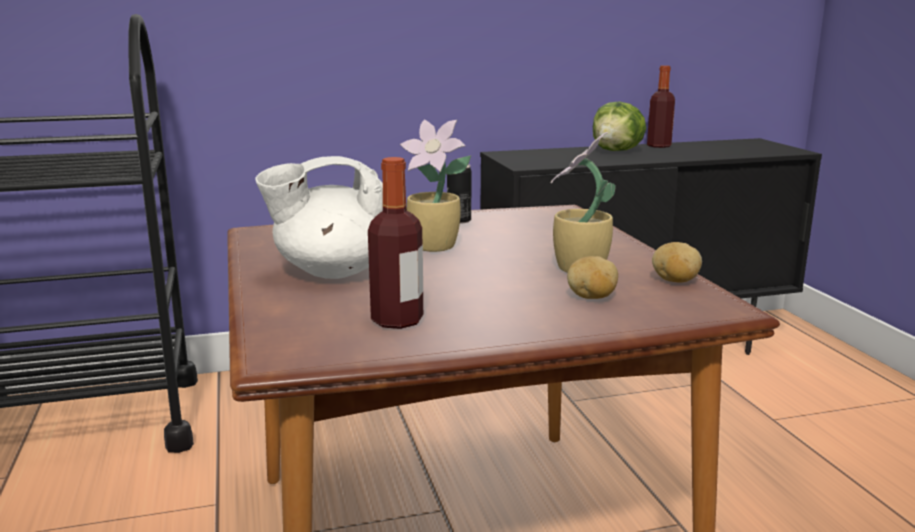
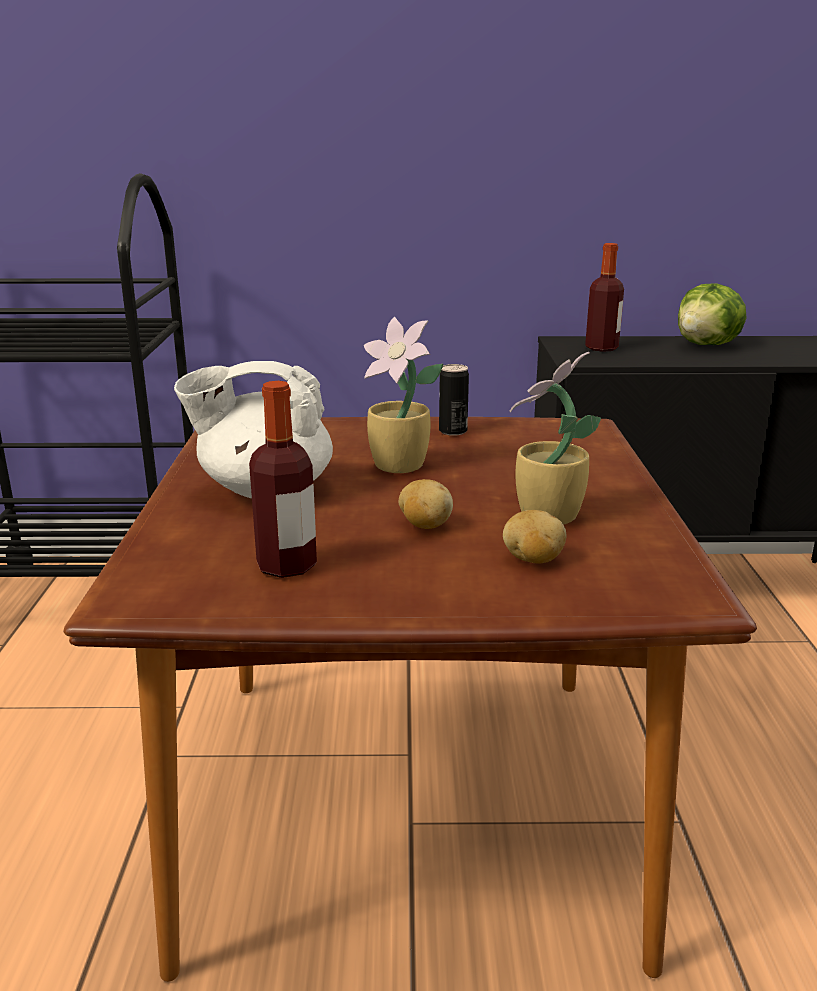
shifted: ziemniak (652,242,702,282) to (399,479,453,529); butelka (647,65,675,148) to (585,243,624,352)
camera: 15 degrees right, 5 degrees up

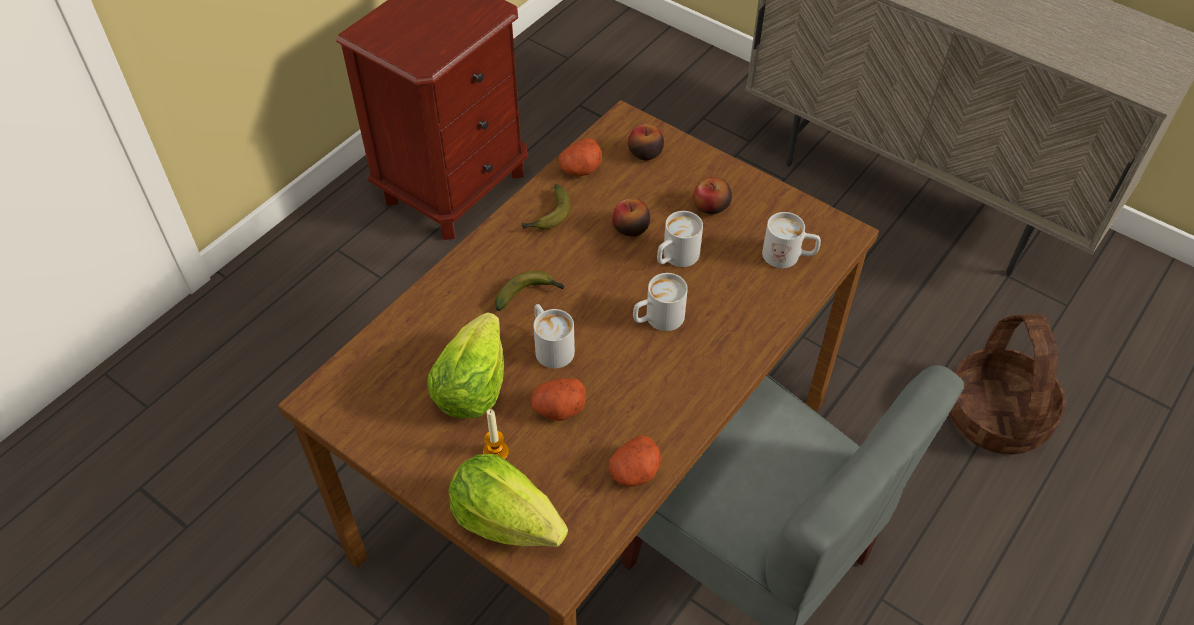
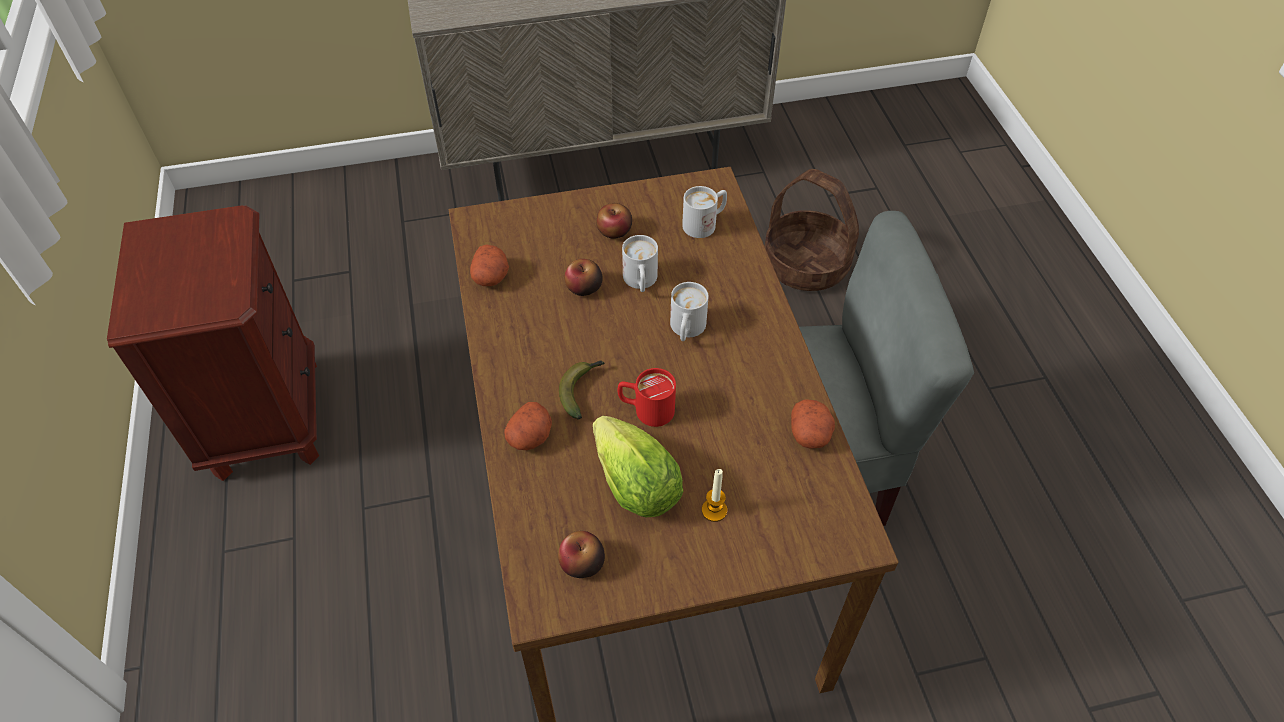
gone: sałata (449,454,568,547); banan (522,184,570,229)
shifted: ziemniak (531,378,586,421) to (504,402,552,450); jabłko (628,124,664,160) to (558,531,605,578)
repainted: kubek [biały] (533,304,575,368) to kubek [czerwony] (618,368,676,427)
camera: 50 degrees left, 0 degrees up

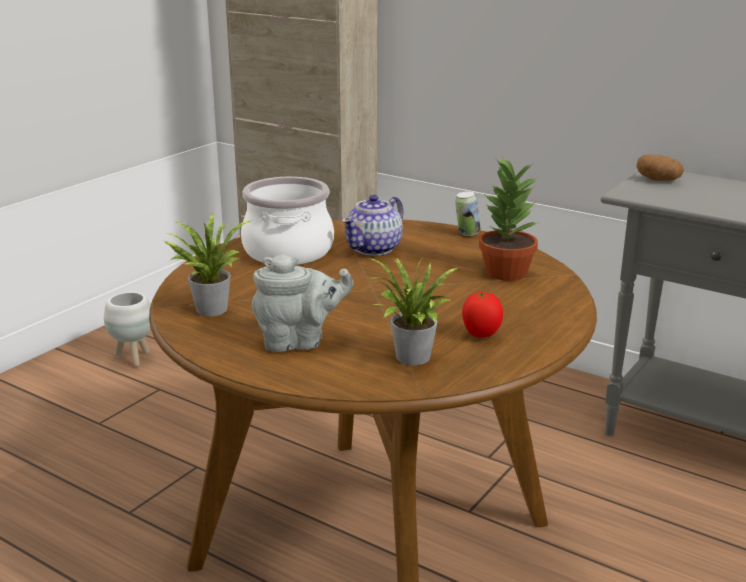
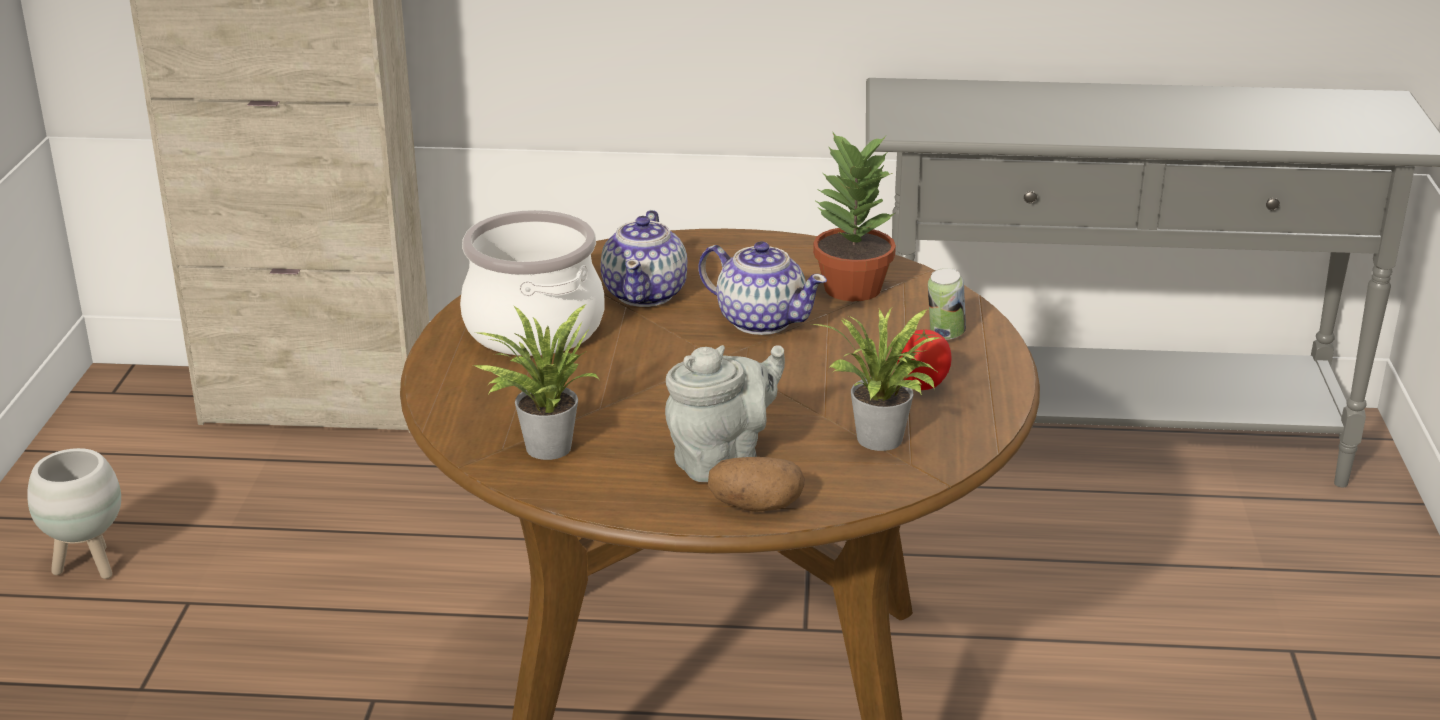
new: imbryk (699,242,827,335)
shifted: ziemniak (636,155,684,181) to (708,457,805,512); puszka (455,191,480,236) to (928,268,966,340)
camera: 30 degrees left, 5 degrees up

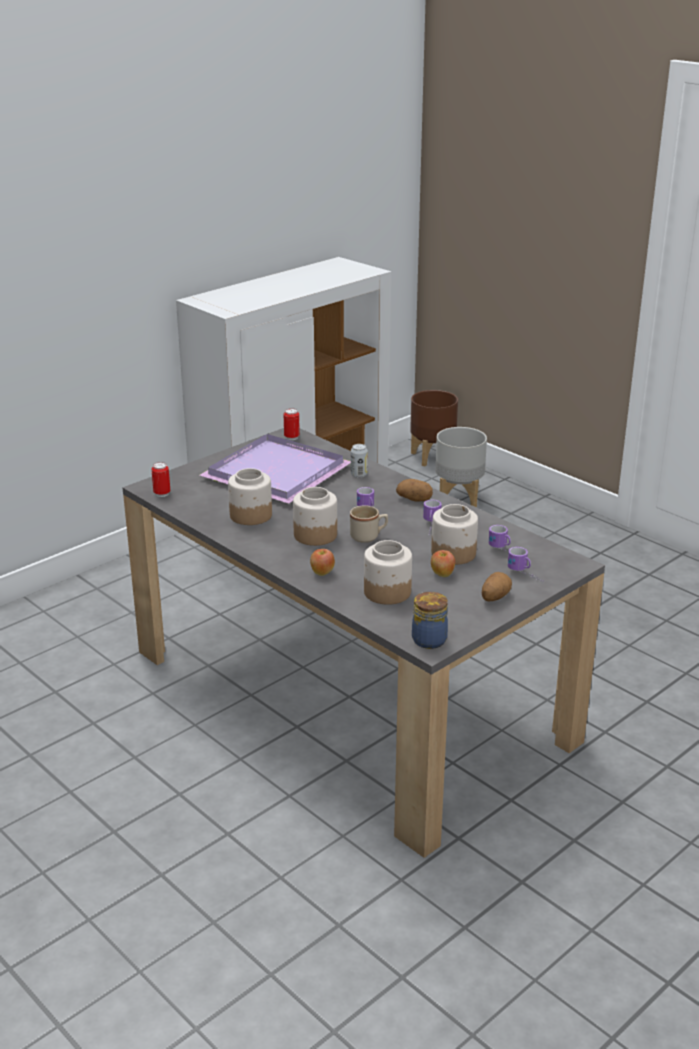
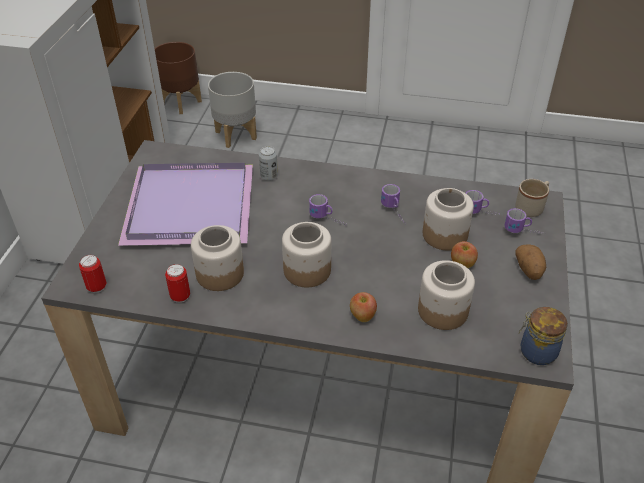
gone: ziemniak (396,479,433,501)
shifted: puszka (284,408,300,440) to (165,264,190,303); kubek [beżowy] (350,505,388,543) to (515,179,549,217)
camera: 35 degrees left, 15 degrees up

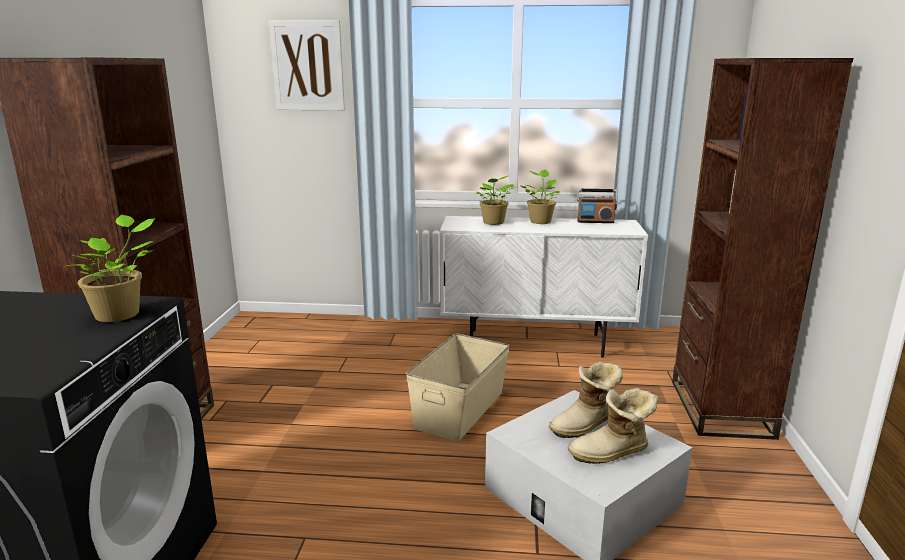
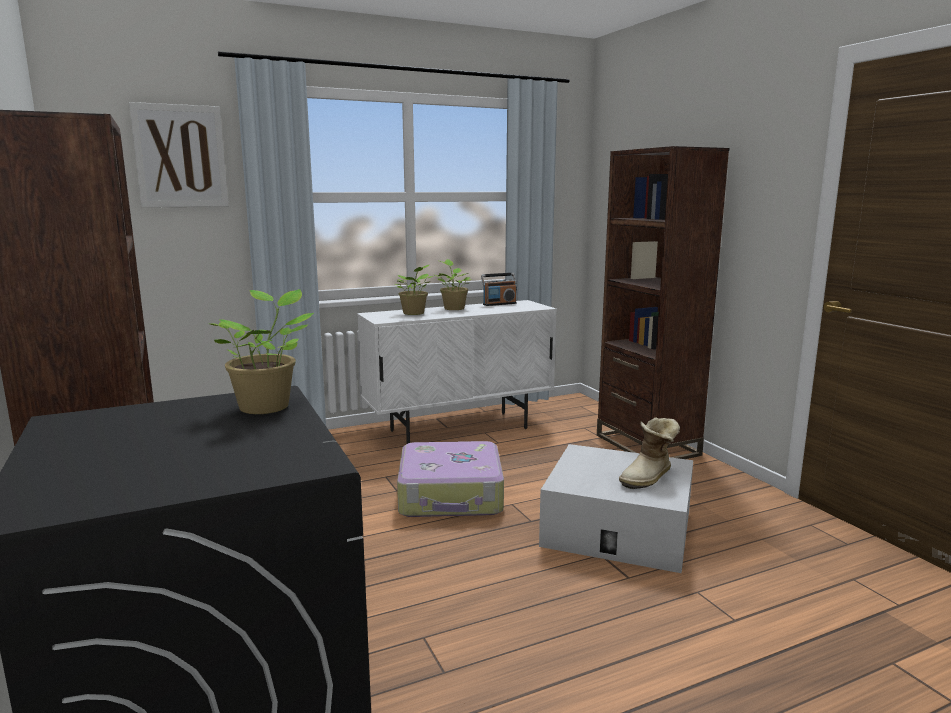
gone: but z cholewką (549,361,623,438)
swapped: pojemnik do przechowywania [beżowy] (406,333,510,442) to walizka (397,441,504,517)
camera: 30 degrees left, 5 degrees down

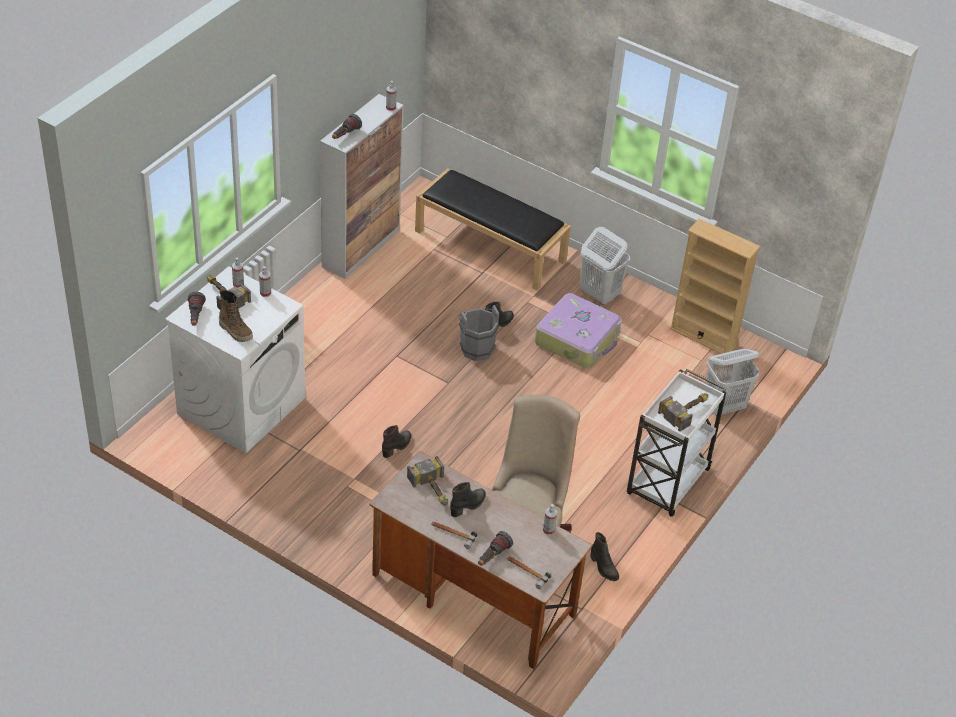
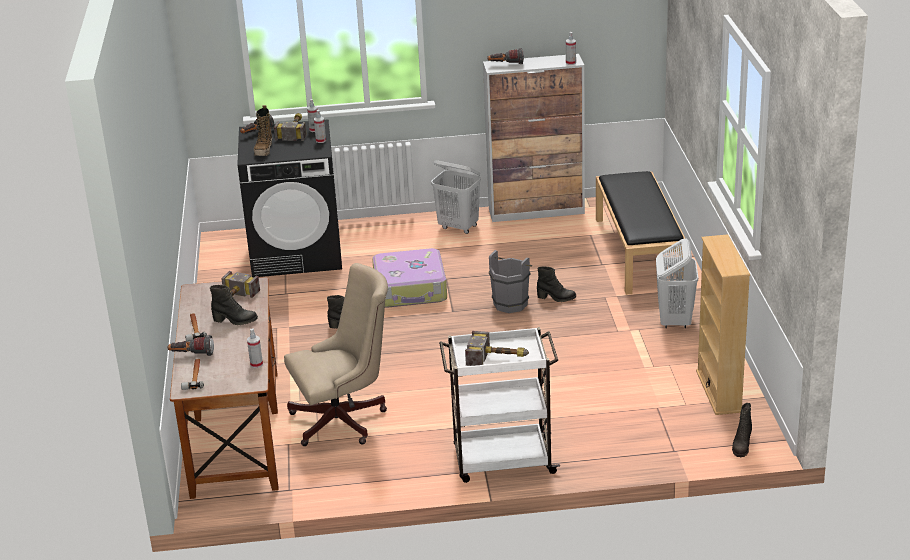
shifted: walizka (535,293,621,368) to (372,248,447,308); kosz na pranie [biały] (706,349,760,416) to (431,160,481,234); but z cholewką [czarny] (590,532,619,581) to (732,403,752,457)
repainted: pralka [biały] (165,266,306,453) to pralka [czarny] (237,119,342,277)
camera: 55 degrees right, 15 degrees down

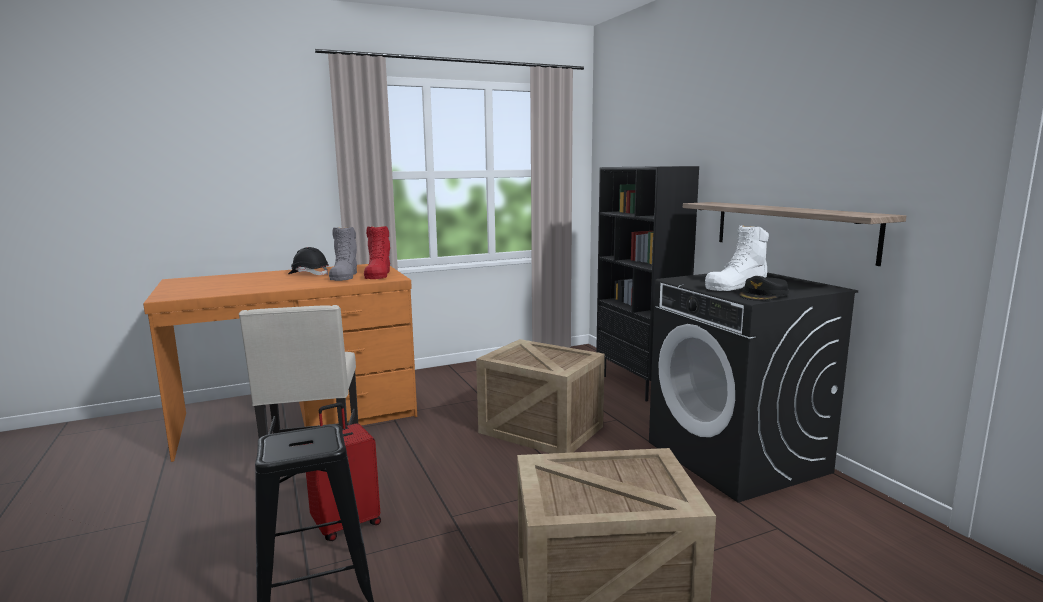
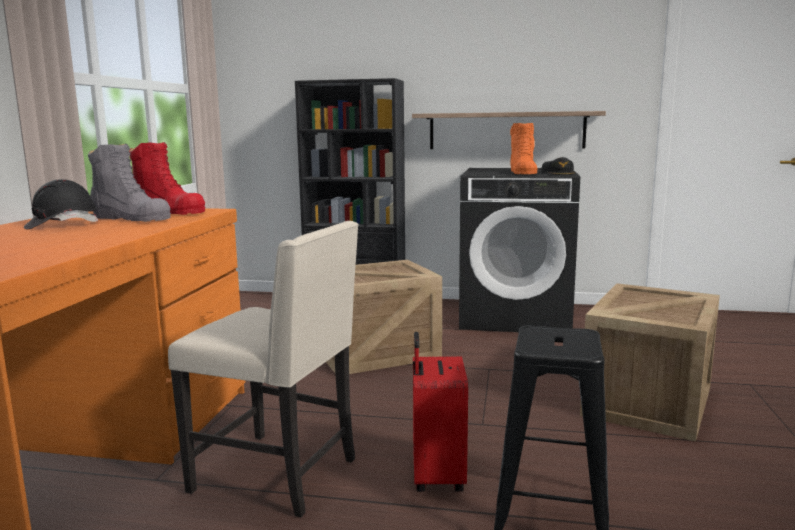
repainted: but z cholewką [biały] (705,225,769,291) to but z cholewką [pomarańczowy] (510,123,538,174)
camera: 55 degrees left, 0 degrees up

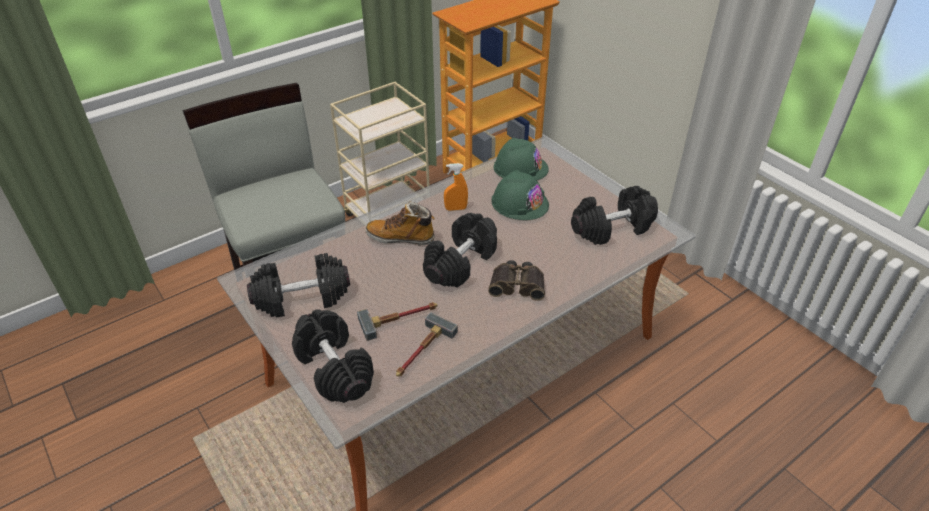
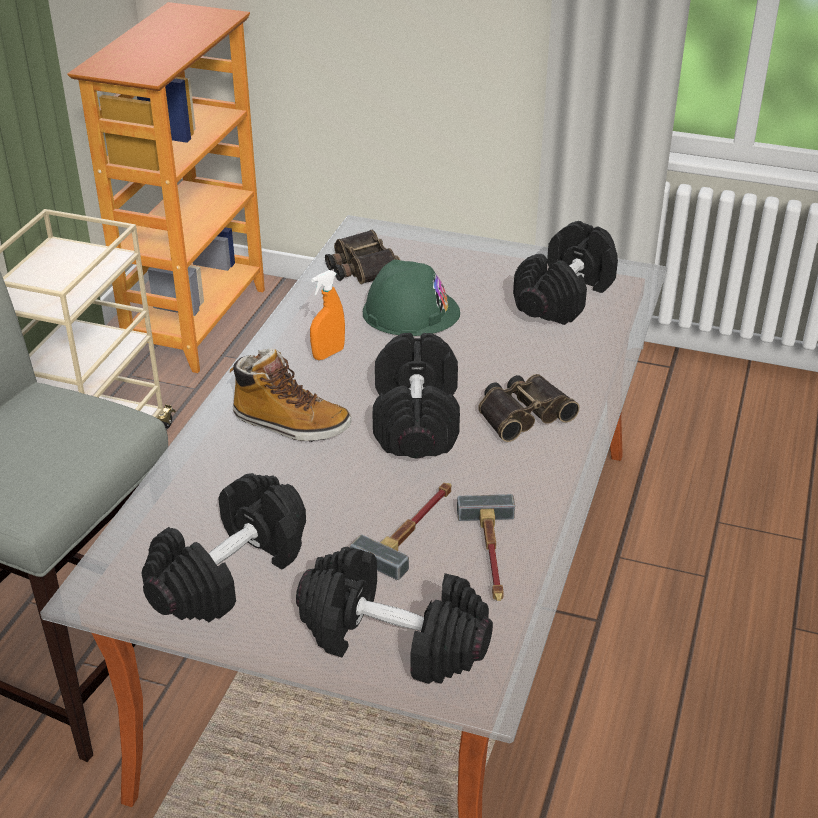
swapped: kask [zielony] (493,138,549,180) to lornetka (325,230,400,284)
rotated: but z cholewką (365,201,435,245) = (230,348,351,442) 135 degrees counterclockwise
camera: 35 degrees left, 5 degrees down

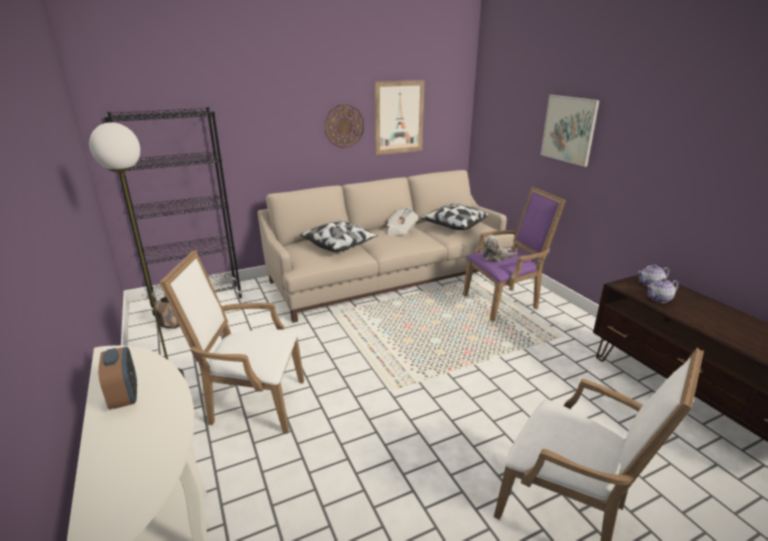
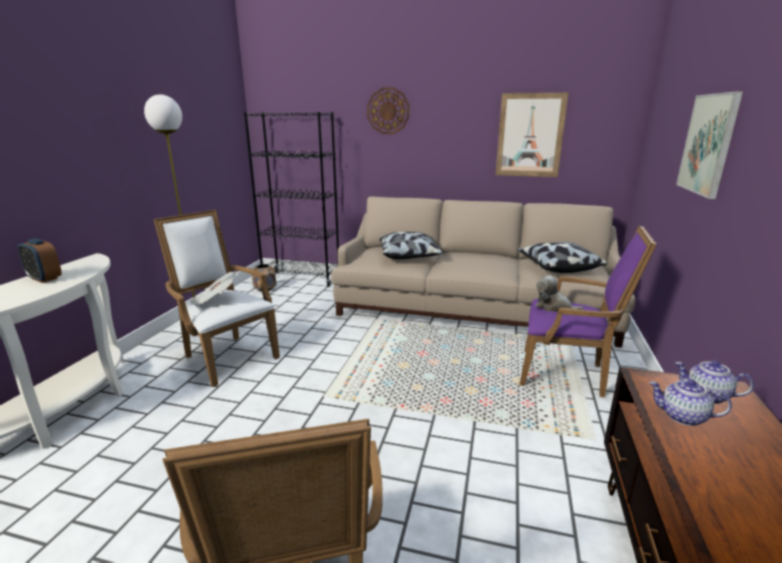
shifted: gazeta (387,208,418,235) to (190,271,238,307); zegar ścienny (324,104,364,148) to (367,87,409,134)
rotated: budzik (98,347,137,409) = (18,238,62,283) 105 degrees clockwise
camera: 40 degrees right, 5 degrees down

